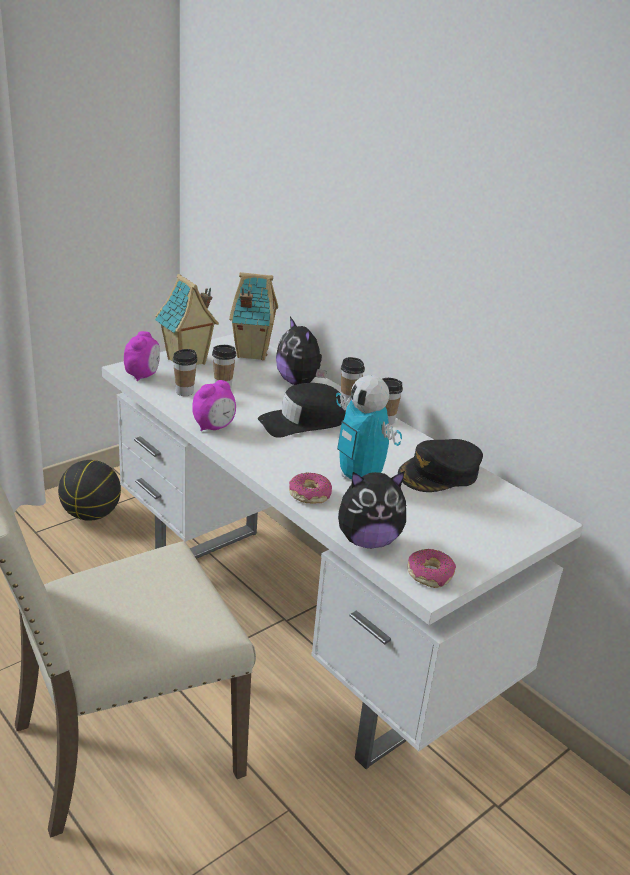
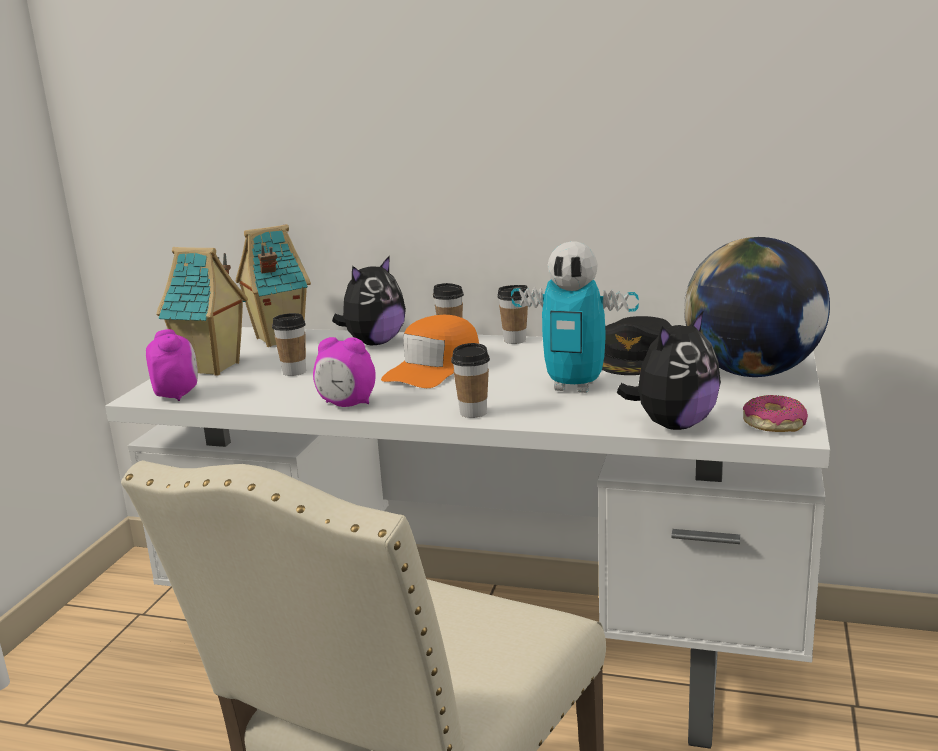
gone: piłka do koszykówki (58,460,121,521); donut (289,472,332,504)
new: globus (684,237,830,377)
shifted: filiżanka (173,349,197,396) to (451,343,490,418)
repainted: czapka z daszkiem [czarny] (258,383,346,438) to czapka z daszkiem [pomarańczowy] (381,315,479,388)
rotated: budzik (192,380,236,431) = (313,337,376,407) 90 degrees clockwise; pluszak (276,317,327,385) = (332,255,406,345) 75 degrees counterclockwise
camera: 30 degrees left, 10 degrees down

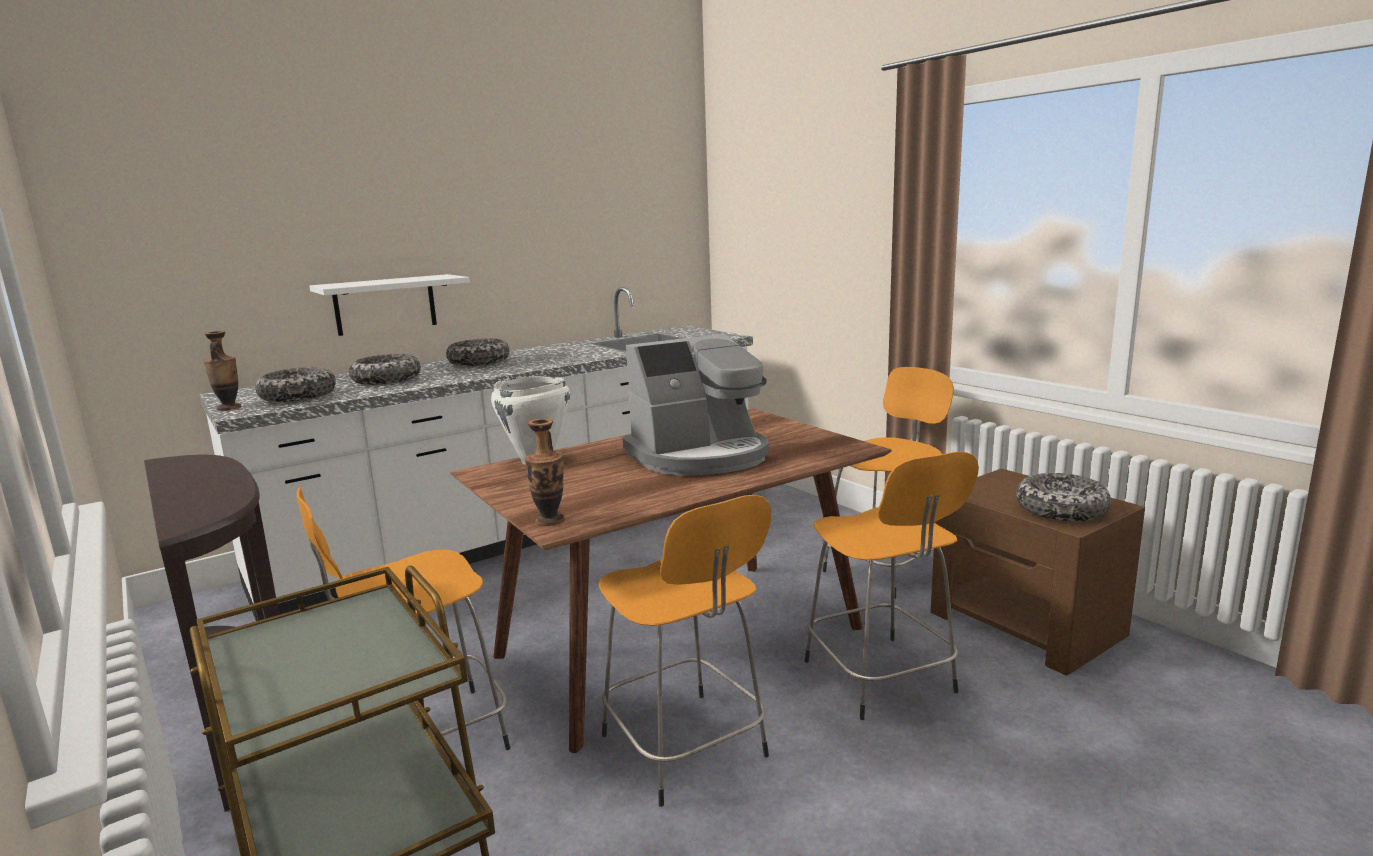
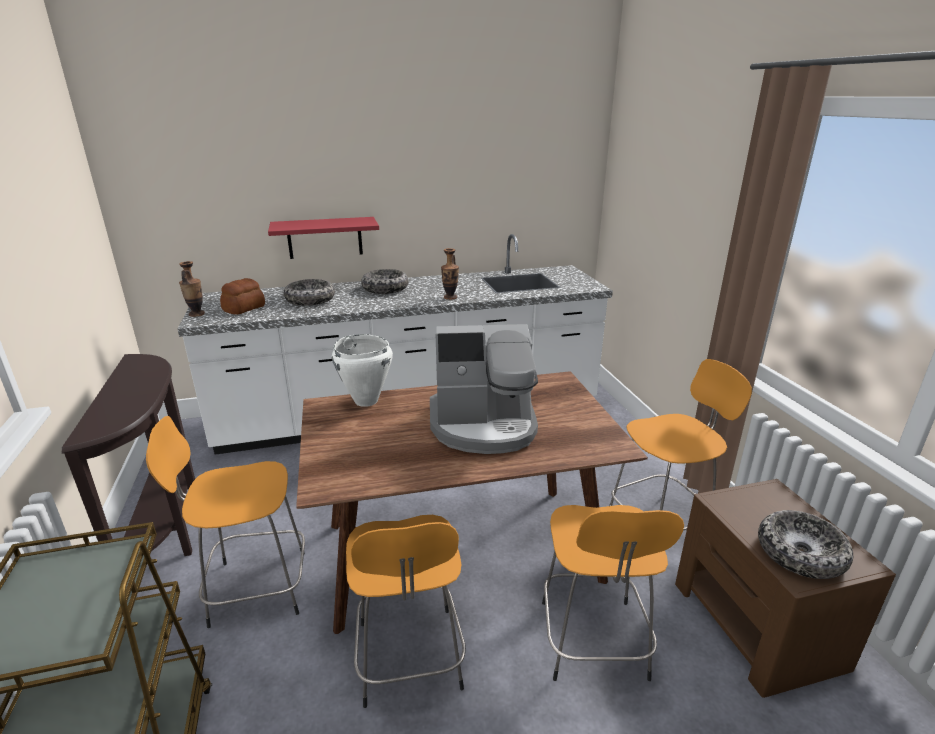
shifted: wazon (525,419,565,526) to (441,248,459,300)
swapped: miska (255,367,336,402) to chleb (220,278,265,315)
repainted: półka [biały] (309,274,470,336) to półka [czerwony] (268,217,379,259)
camera: 20 degrees right, 10 degrees up

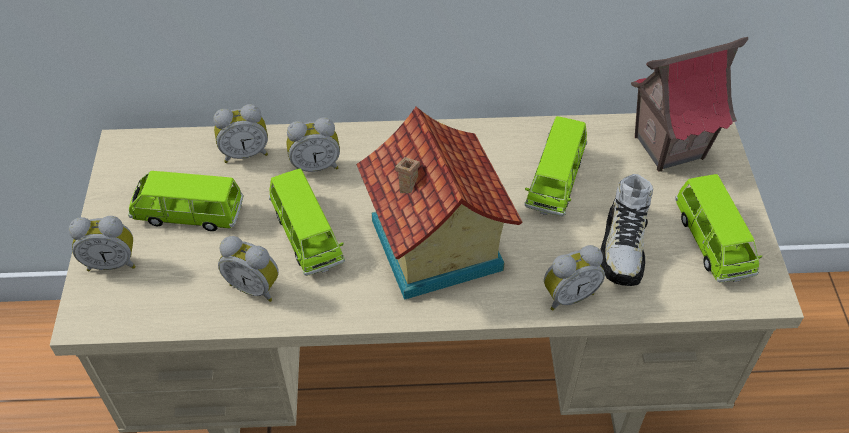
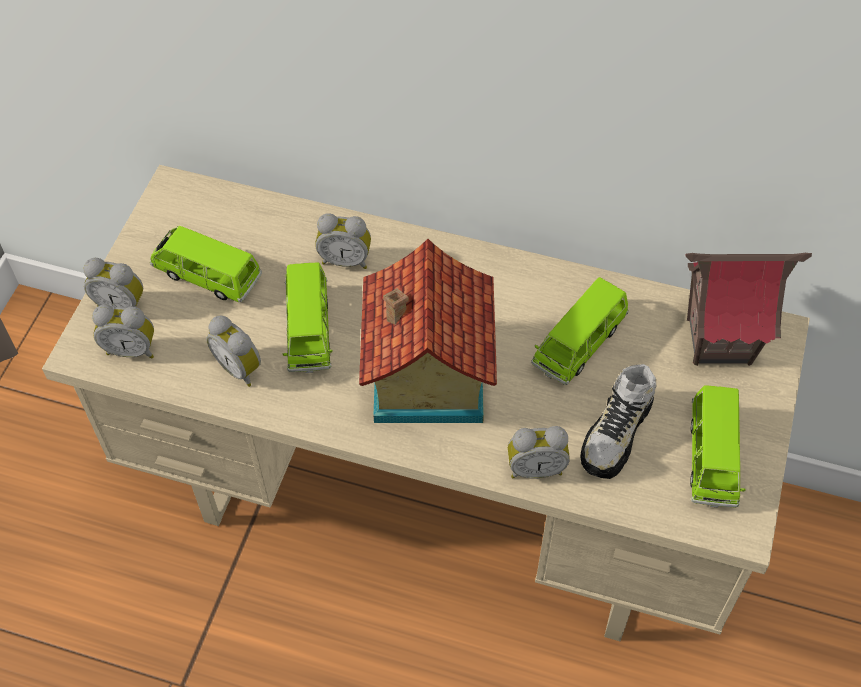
shifted: budzik (213,104,268,163) to (92,305,154,358)
camera: 20 degrees right, 5 degrees up

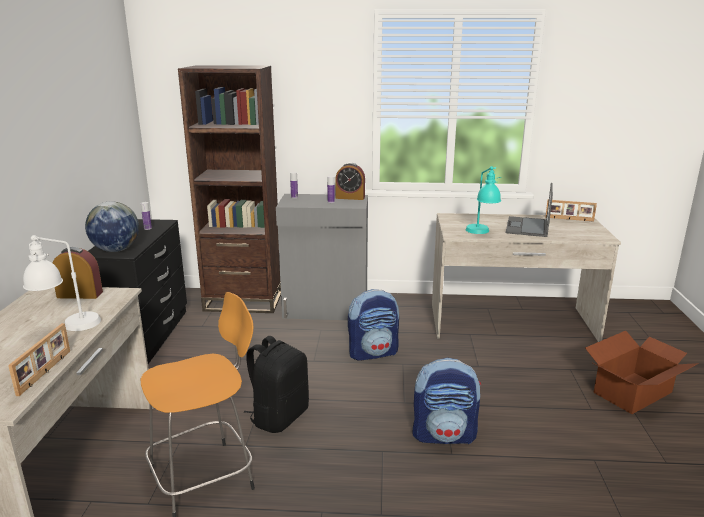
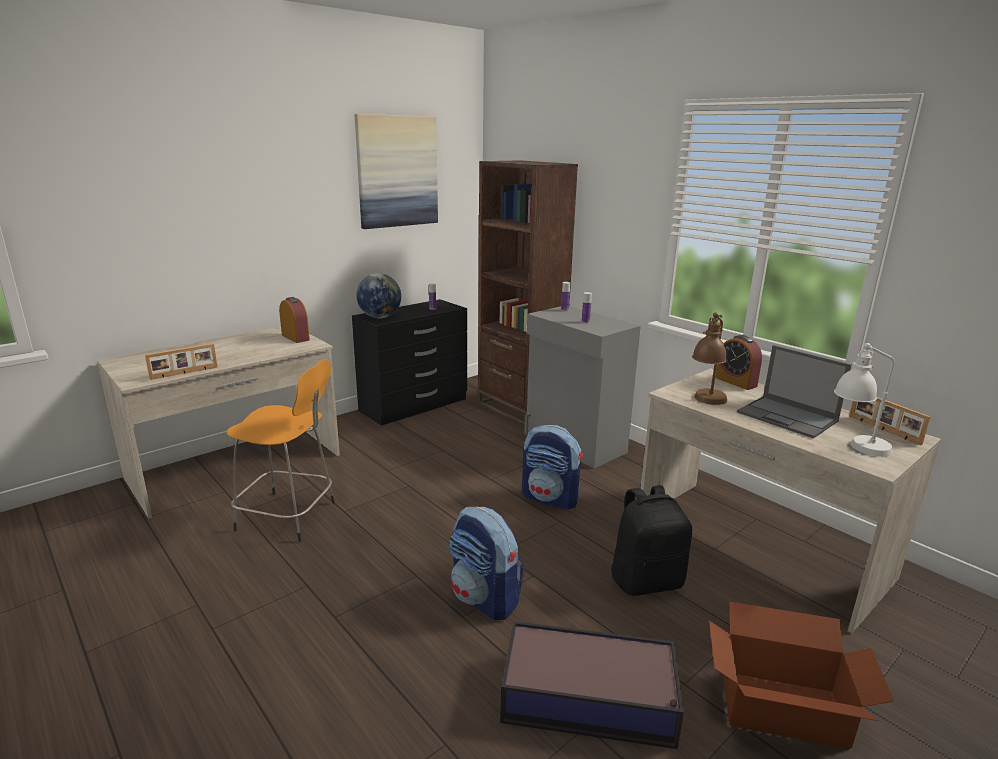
new: obraz (354,114,438,229); pojemnik do przechowywania (500,621,684,749)
shifted: plecak [czarny] (244,336,309,433) to (611,485,692,596); budzik (335,163,365,200) to (715,335,762,390); lampa stołowa [biały] (23,235,101,331) to (834,343,895,457)
repainted: lampa stołowa [turkusowy] (466,166,501,234) to lampa stołowa [brązowy] (692,313,727,405)
rotated: laptop (506,183,553,237) = (737,345,852,438) 105 degrees counterclockwise
camera: 45 degrees right, 0 degrees up

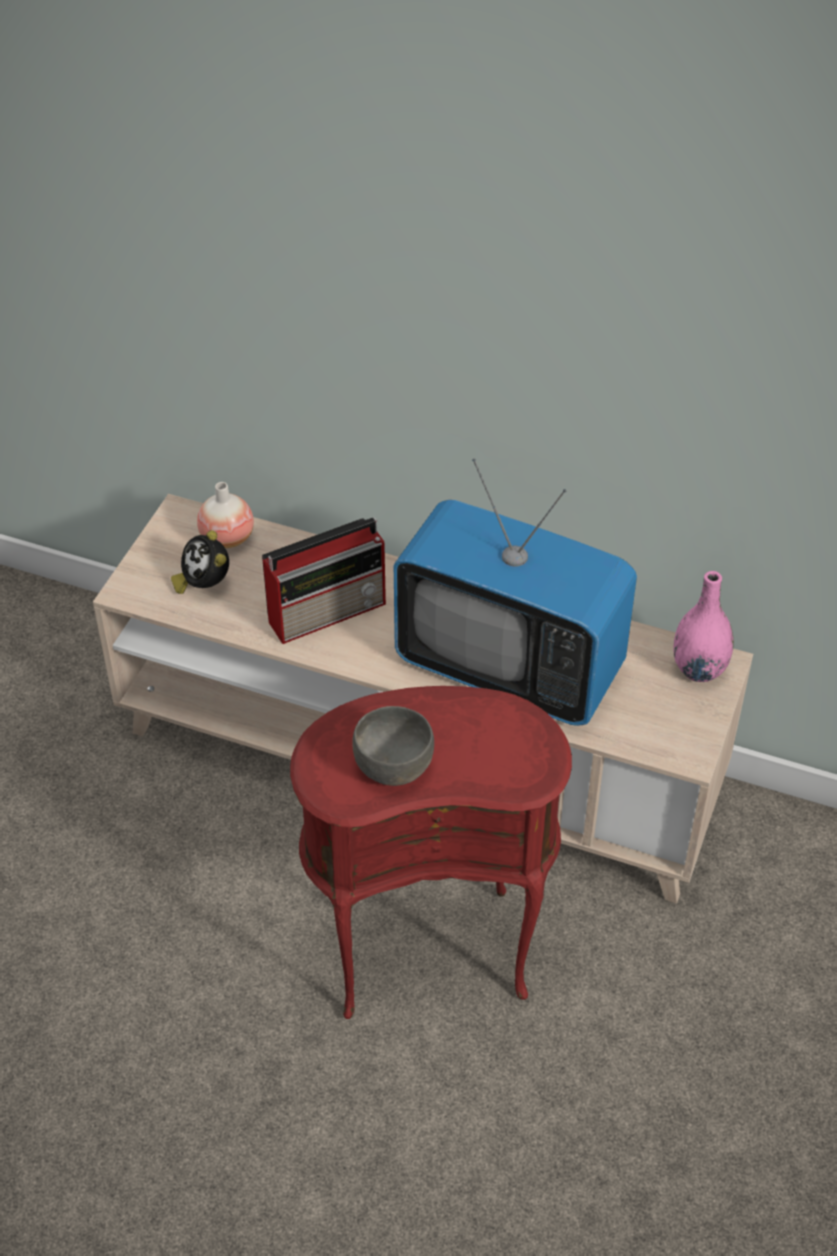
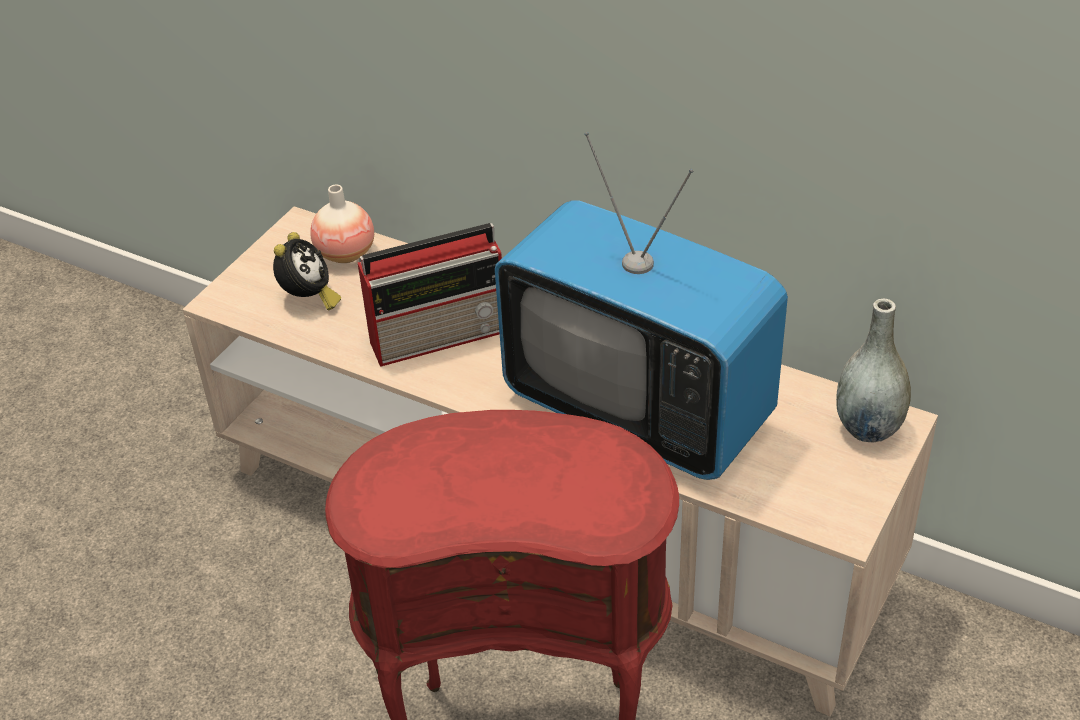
gone: miska [szary] (353,706,434,786)
repainted: wazon [różowy] (673,571,734,682) to wazon [szary] (836,299,911,443)
rotated: budzik (171,530,229,594) = (273,232,341,310) 150 degrees counterclockwise
camera: 10 degrees right, 5 degrees down

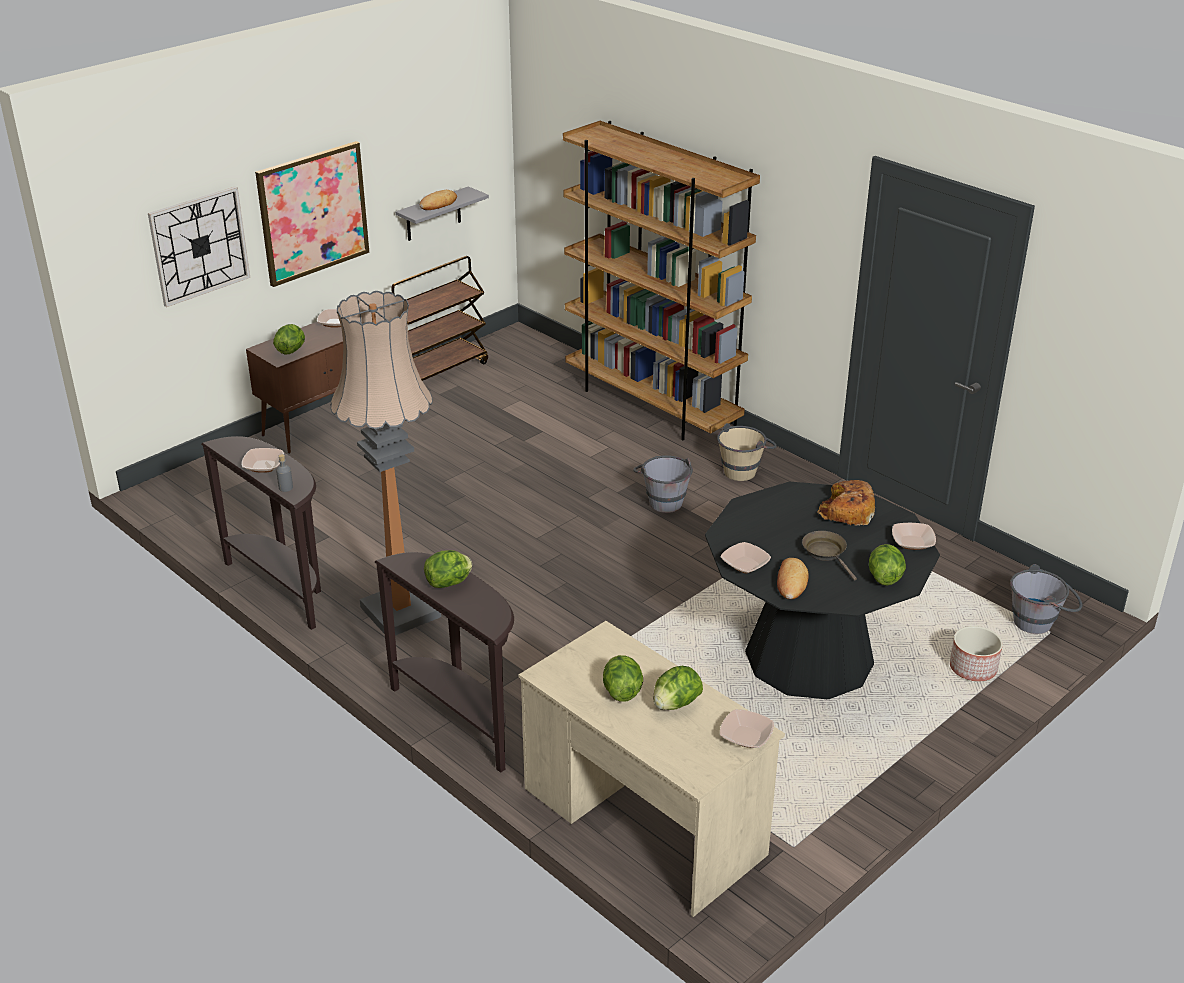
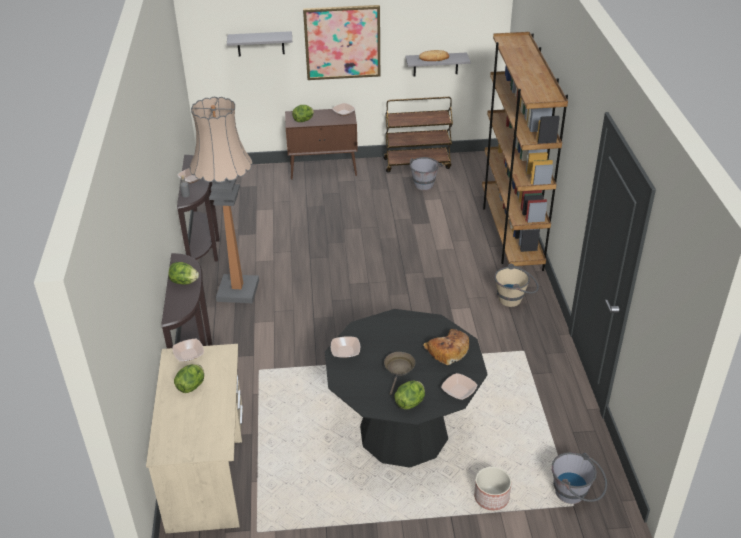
gone: sałata (653,666,703,710); chleb (777,558,809,599)
shifted: miska (720,709,774,748) to (172,339,204,361); wiadro [szary] (633,455,693,513) to (410,157,443,190)
swapped: zegar ścienny (148,186,250,307) to półka [szary] (227,31,292,56)
camera: 40 degrees right, 5 degrees up

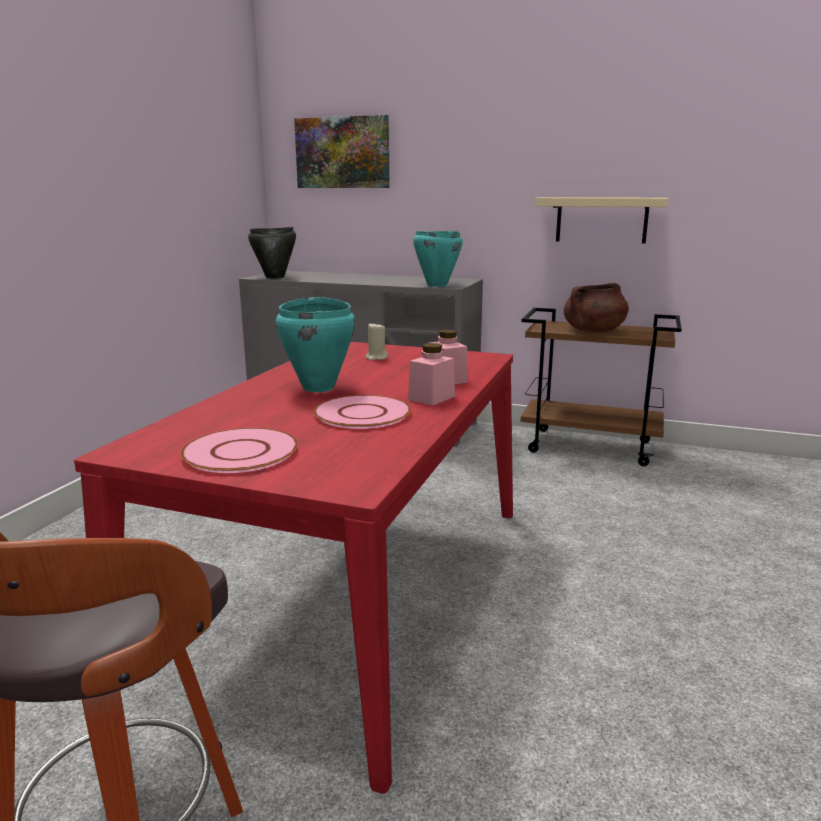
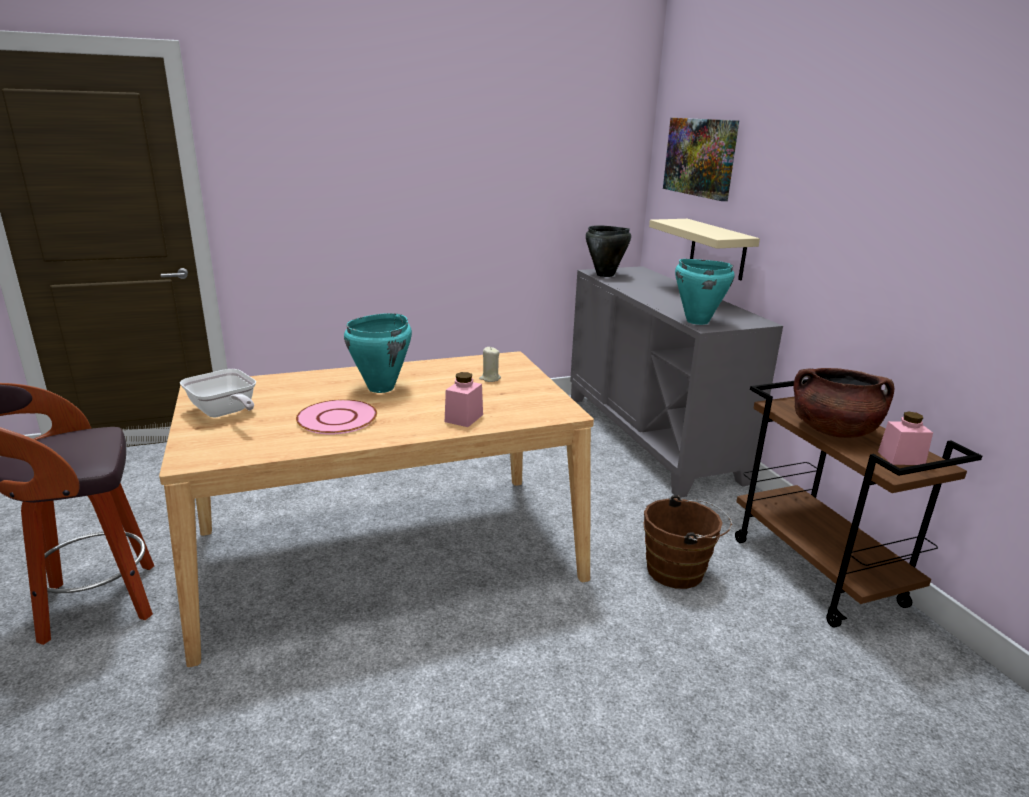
new: wiadro [brązowy] (644,495,732,589)
shifted: półka [beżowy] (535,197,669,243) to (649,219,760,280); słoik [różowy] (408,343,455,406) to (878,411,933,465)
swapped: talerz [różowy] (180,428,298,473) to patelnia (180,369,256,417)
repainted: stół jadalny [czerwony] (74,342,513,794) to stół jadalny [beżowy] (159,351,594,667)
camera: 50 degrees right, 5 degrees up

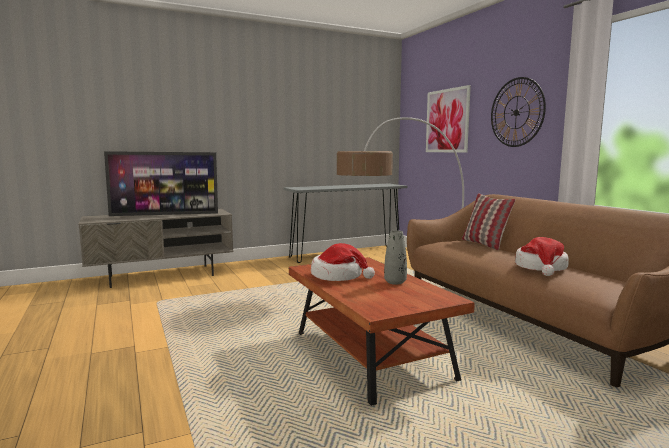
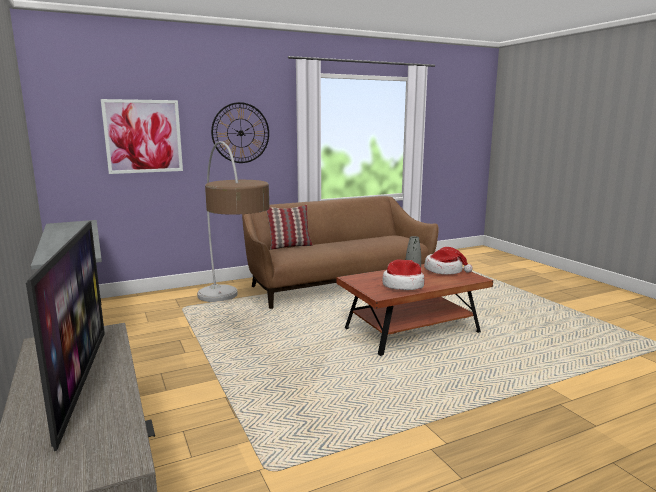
shifted: kapelusz (515,237,569,276) to (424,247,473,275)
camera: 90 degrees left, 5 degrees up

